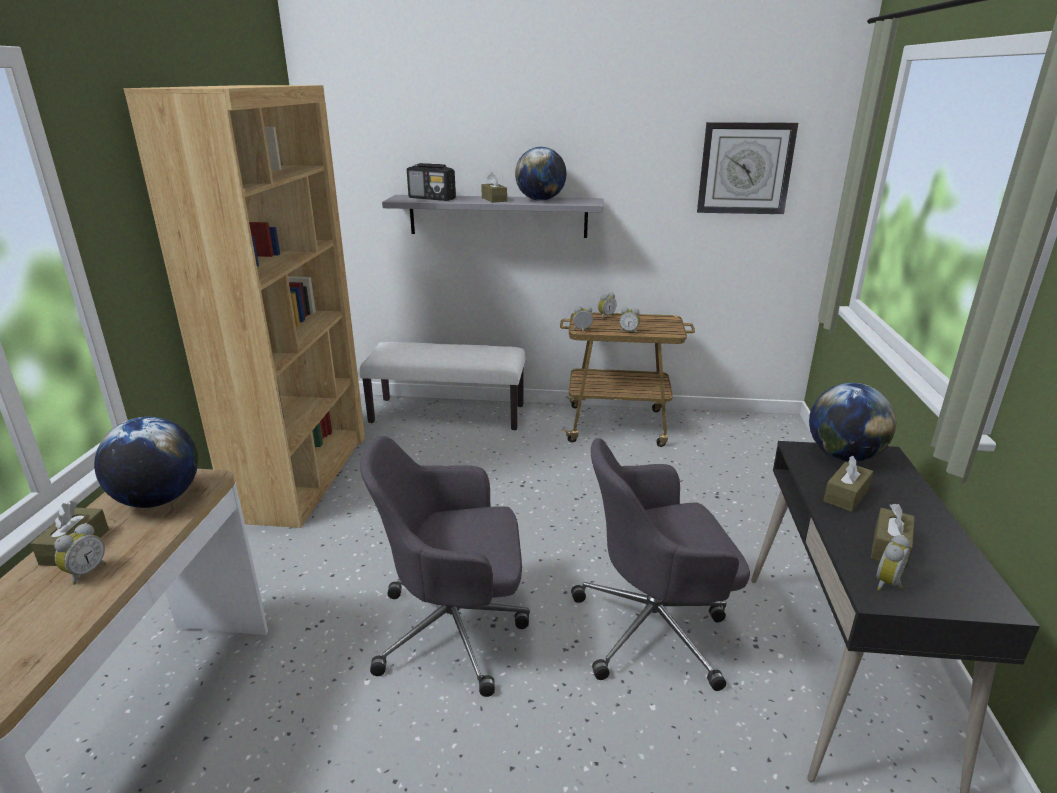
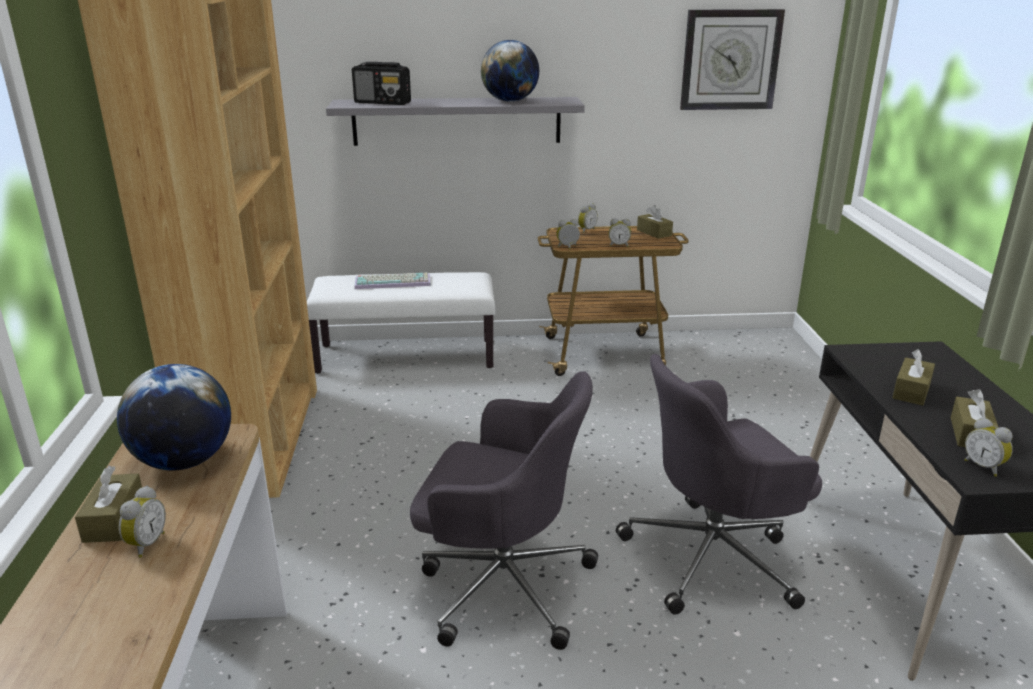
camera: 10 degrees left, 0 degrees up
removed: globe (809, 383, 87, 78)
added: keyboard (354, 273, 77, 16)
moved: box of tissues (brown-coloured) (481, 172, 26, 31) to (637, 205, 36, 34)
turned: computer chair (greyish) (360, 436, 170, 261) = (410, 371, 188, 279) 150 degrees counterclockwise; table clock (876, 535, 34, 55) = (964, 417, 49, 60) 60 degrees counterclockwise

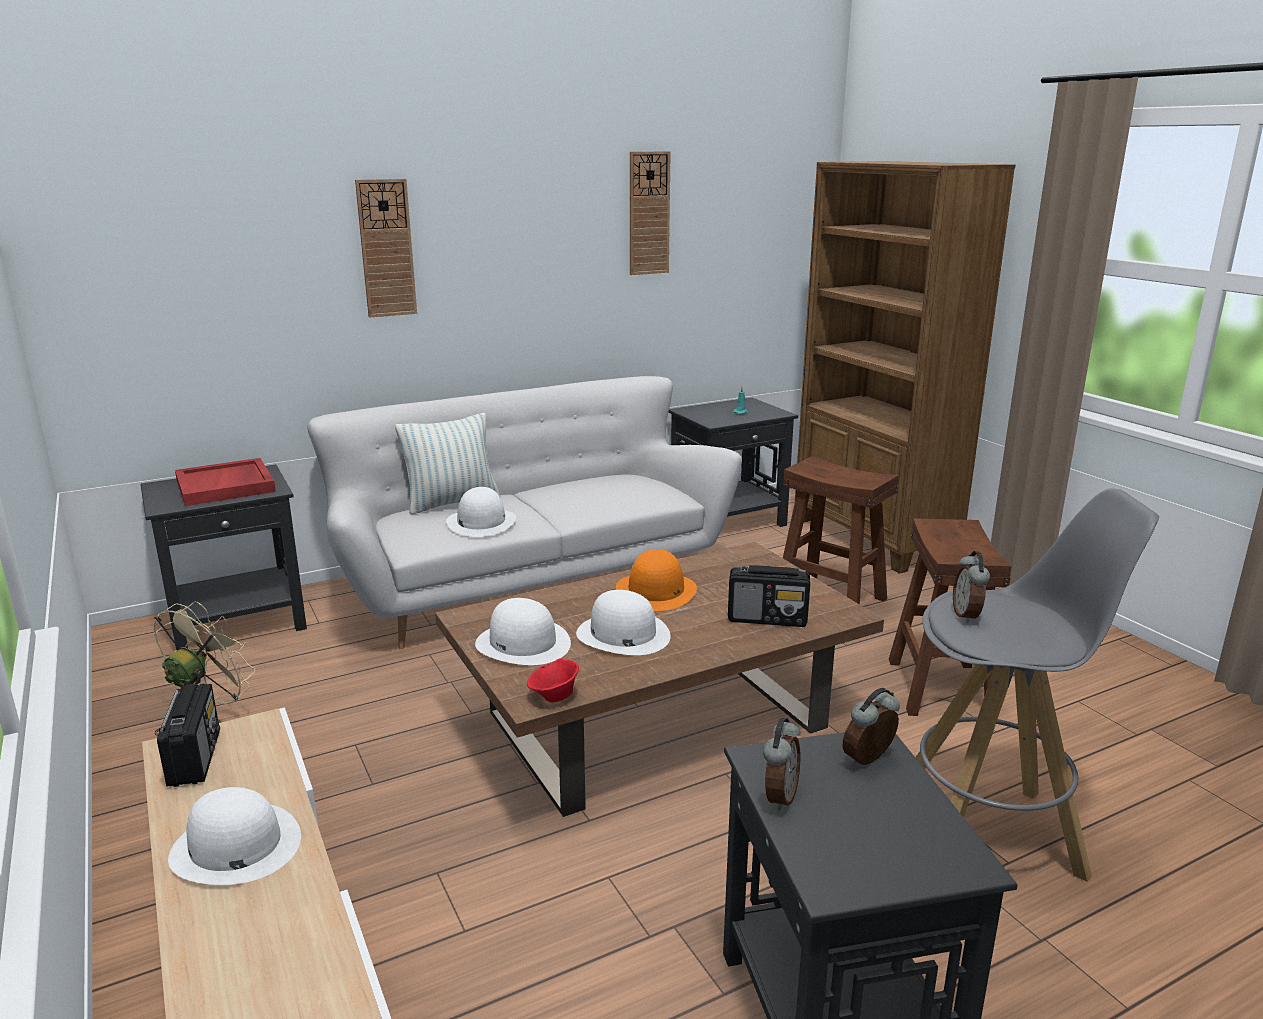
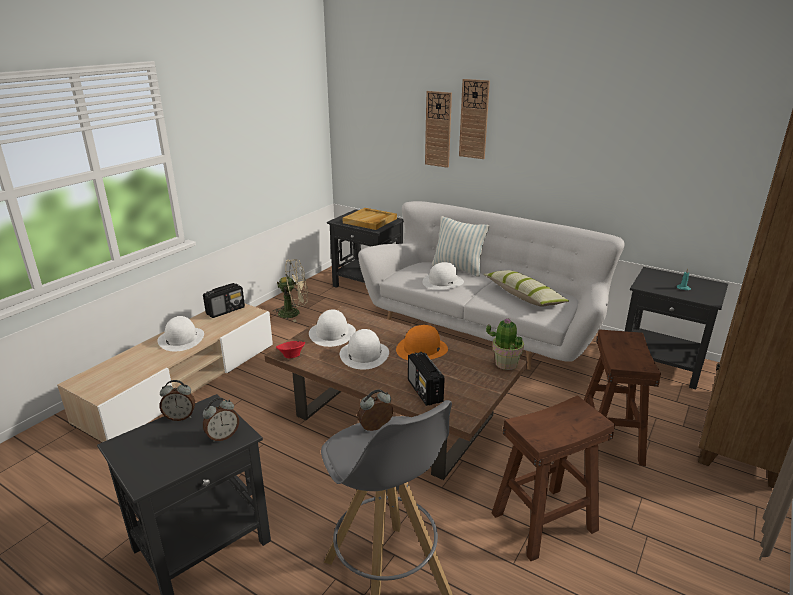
camera: 60 degrees right, 5 degrees up
added: cushion (483, 270, 86, 37); houseplant (486, 318, 38, 52)
moved: wall clock (630, 151, 41, 124) to (425, 91, 27, 77)
recoloured: serving tray (reddish) (175, 458, 101, 48) to serving tray (beige-coloured) (343, 208, 54, 22)
turned: table clock (842, 688, 58, 78) = (203, 397, 36, 45) 120 degrees clockwise

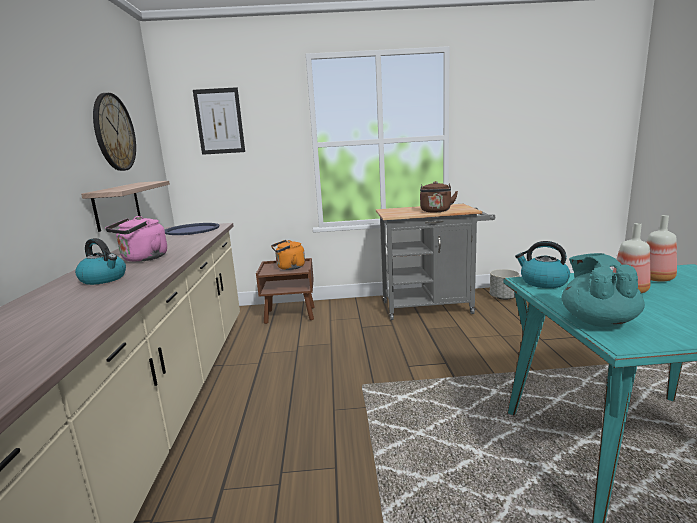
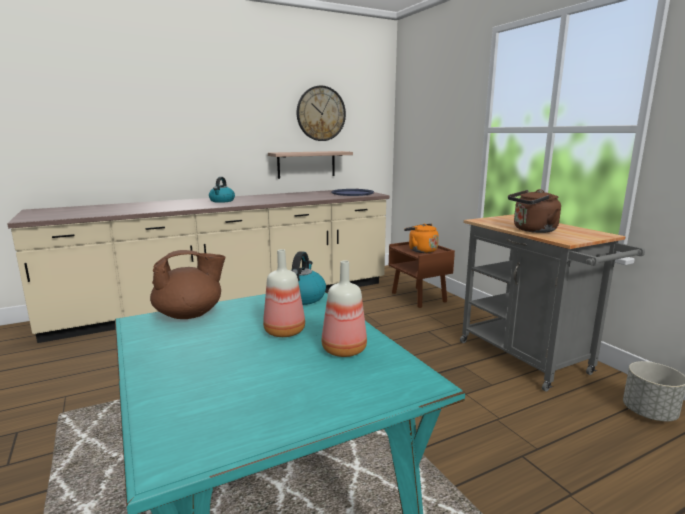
camera: 65 degrees right, 0 degrees up
removed: tea kettle (pinkish) (105, 216, 62, 46); wall art (193, 87, 52, 68)
recoloured: tea pot (turquoise) (562, 253, 83, 74) to tea pot (brown-coloured) (150, 250, 76, 69)

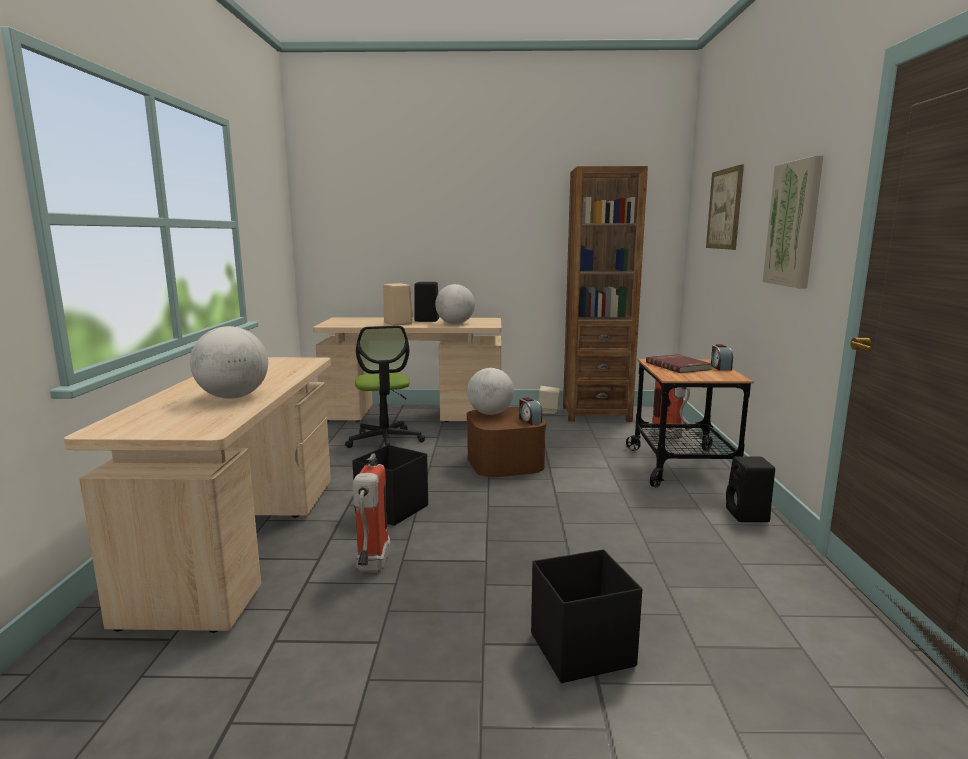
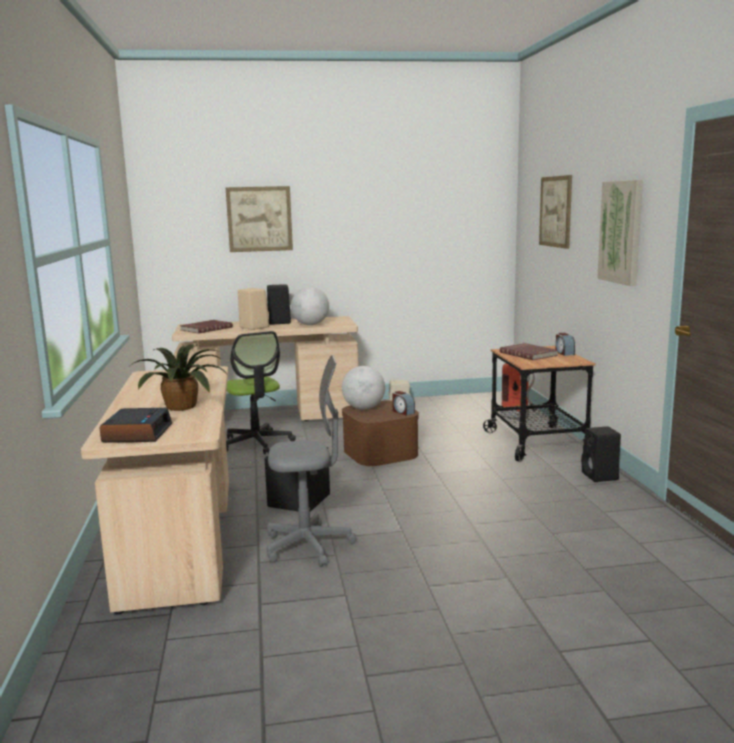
camera: 10 degrees left, 0 degrees up
removed: storage bin (black) (531, 549, 111, 134); bookcase (brown-coloured) (563, 166, 85, 256)
added: table clock (99, 408, 73, 35); volume (reddish) (180, 320, 53, 14); wall art (226, 186, 67, 66)
replaced: globe (190, 326, 78, 73) to houseplant (131, 345, 96, 66); fire-fighting cylinder (353, 453, 37, 120) to computer chair (greyish) (267, 355, 89, 212)

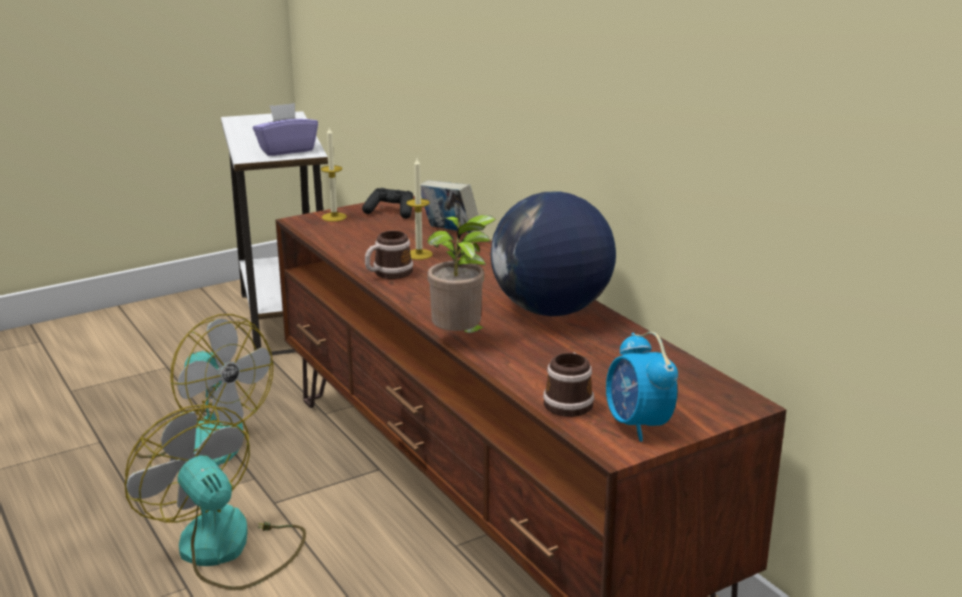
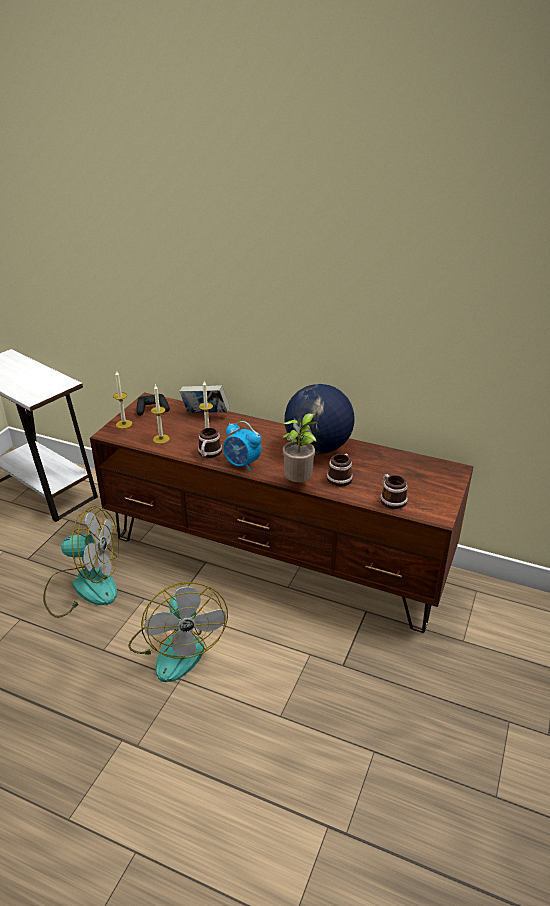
camera: 35 degrees left, 10 degrees up
removed: box of tissues (purplish) (253, 103, 65, 53)
added: wax candle (151, 384, 19, 60); mug (327, 453, 26, 34)
moved: table clock (606, 332, 72, 110) to (223, 421, 38, 51)
turned: cooling fan (125, 405, 181, 185) = (128, 582, 100, 100) 120 degrees counterclockwise

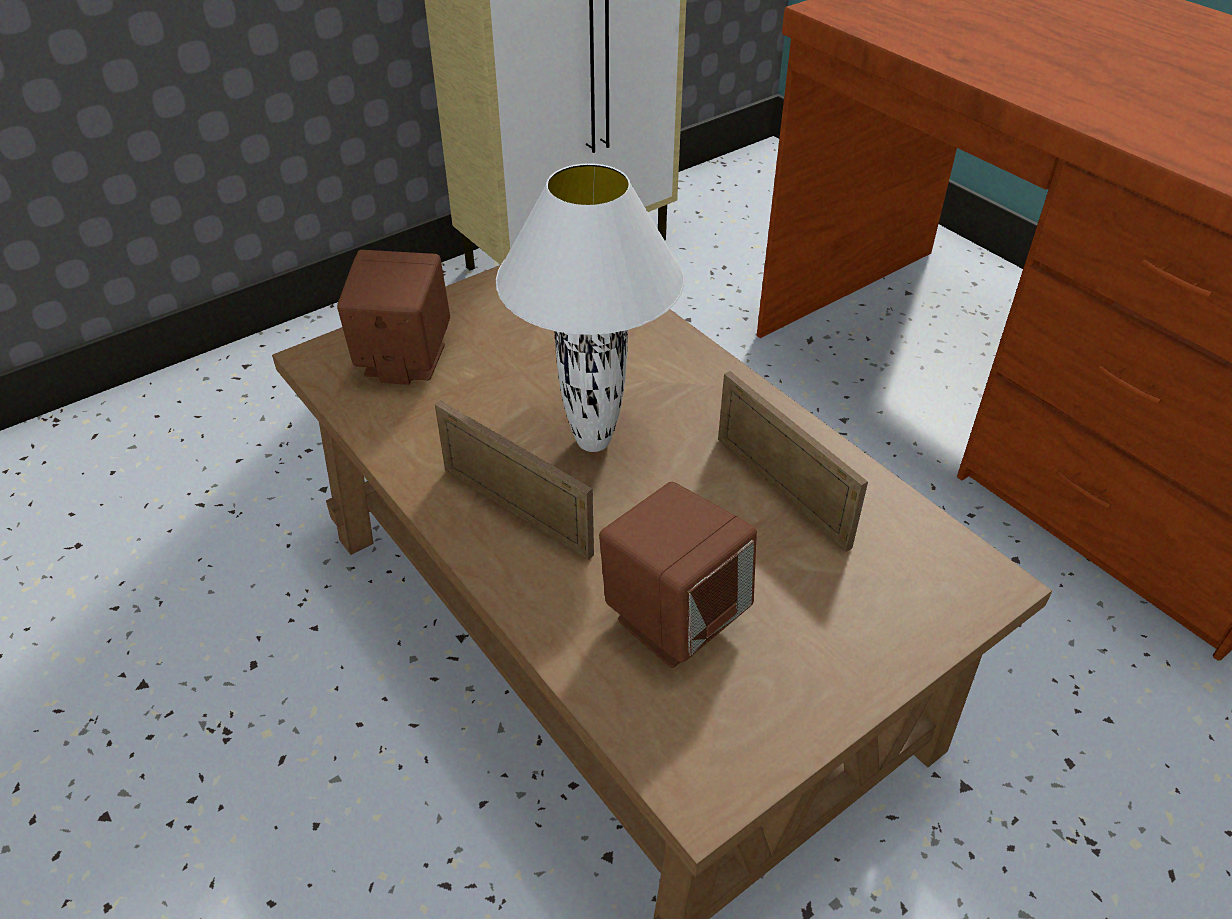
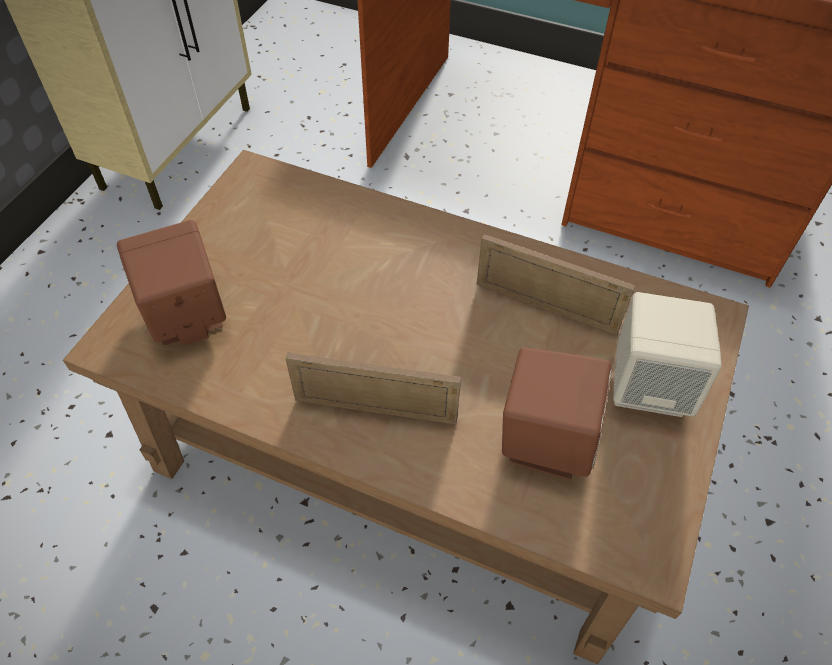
camera: 30 degrees left, 10 degrees up
removed: lamp for a table (white) (496, 163, 188, 289)
added: loudspeaker (beige-coloured) (613, 292, 109, 125)

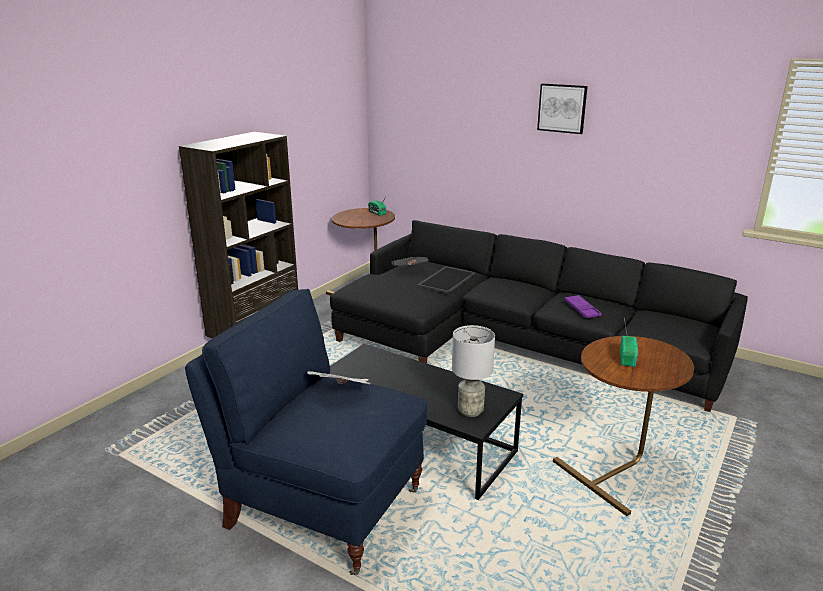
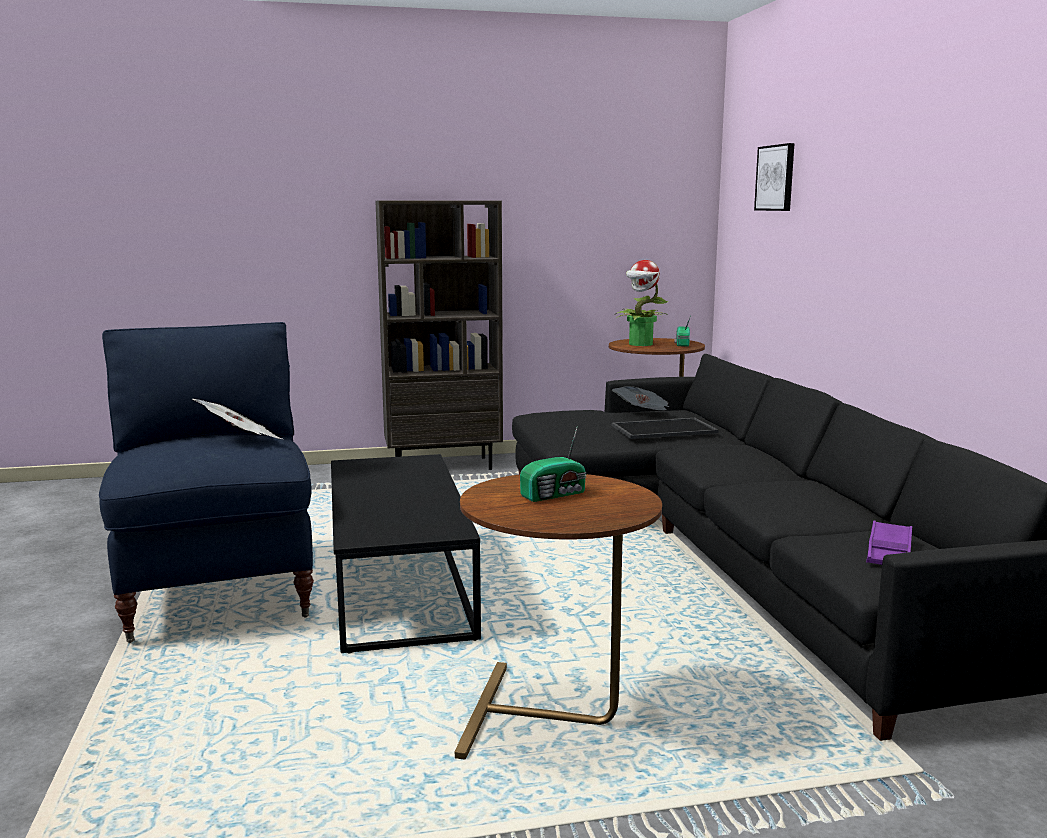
camera: 45 degrees right, 10 degrees down
removed: lamp for a table (greyish) (452, 325, 43, 92)
added: houseplant (616, 260, 52, 86)
moved: wall art (537, 84, 51, 50) to (754, 143, 41, 68); serving tray (purplish) (564, 295, 38, 23) to (866, 521, 46, 44)

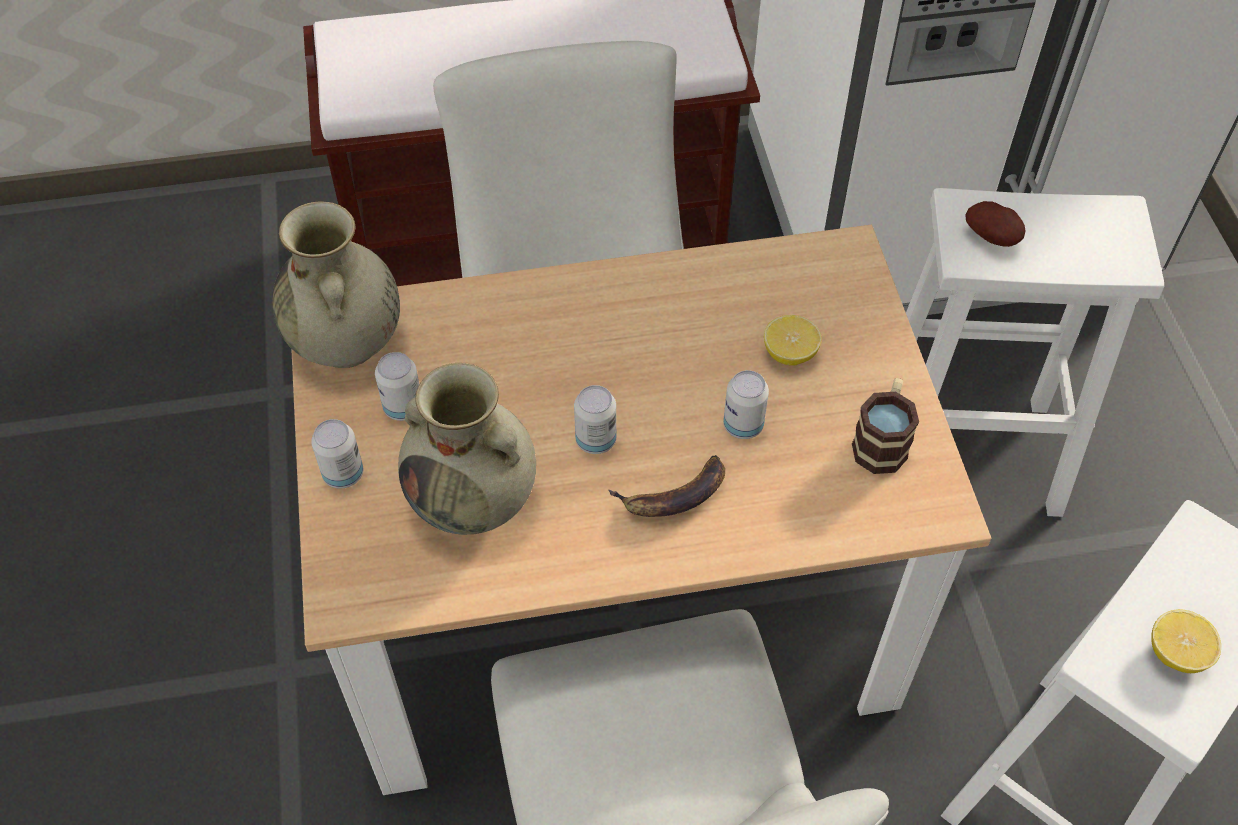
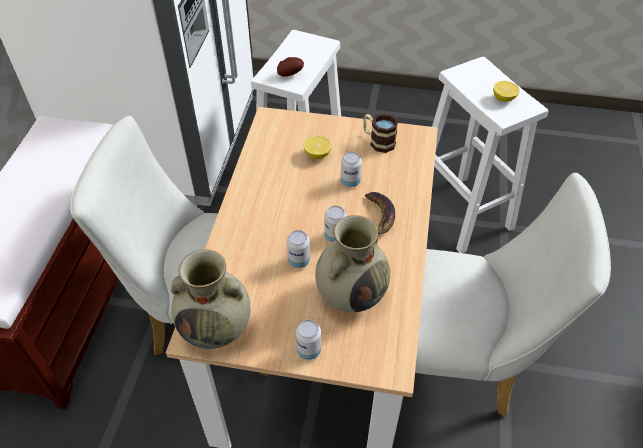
camera: 70 degrees left, 5 degrees down
moved: sealed can (375, 352, 44, 69) to (287, 230, 23, 38)

